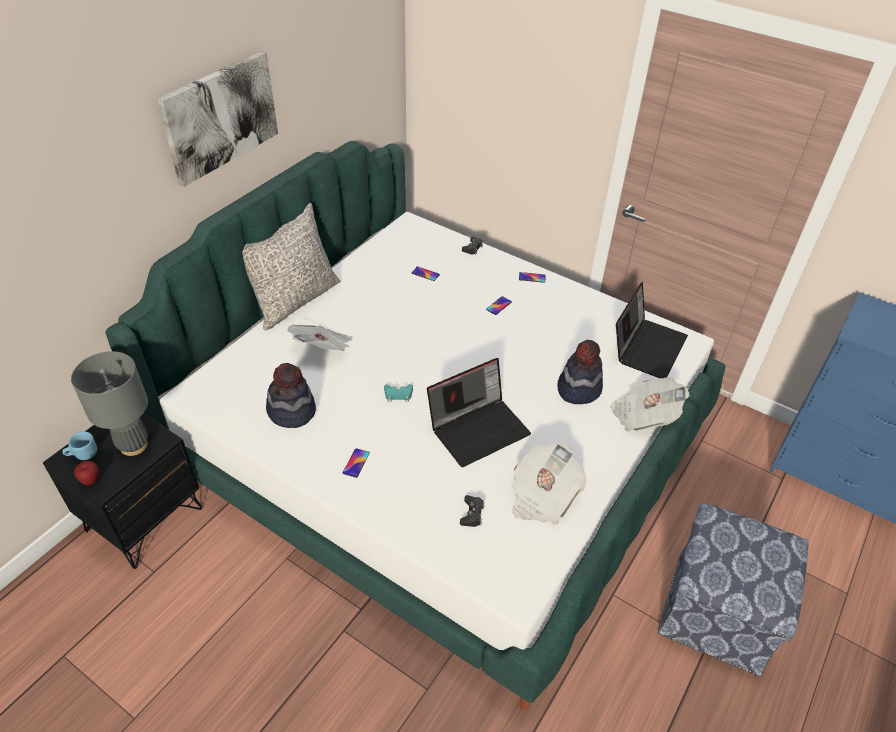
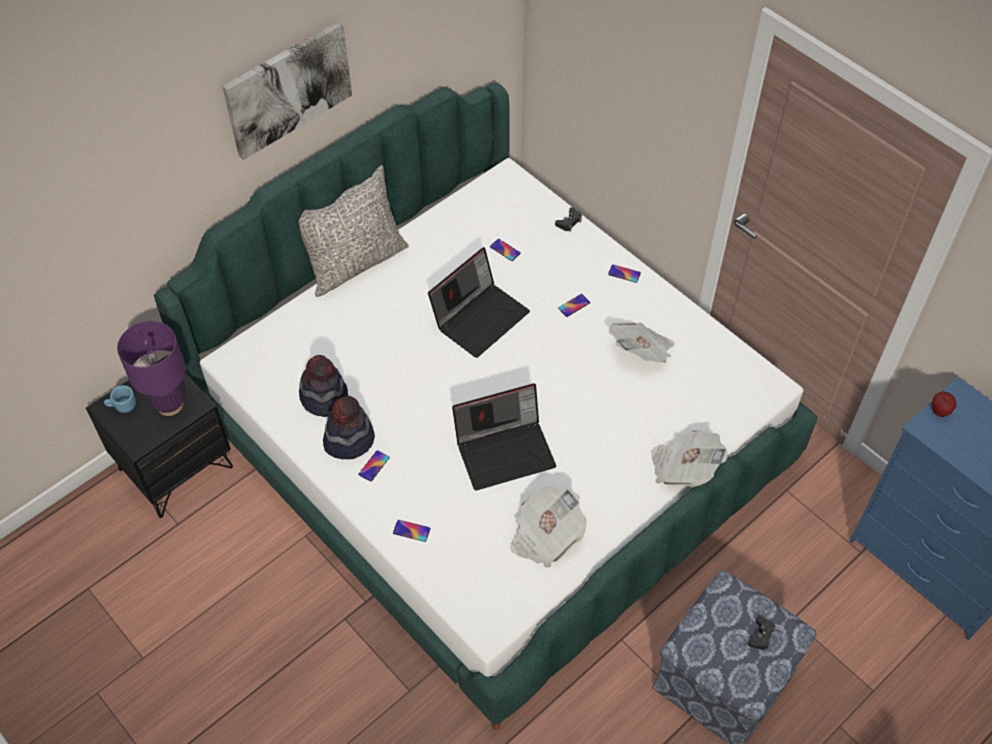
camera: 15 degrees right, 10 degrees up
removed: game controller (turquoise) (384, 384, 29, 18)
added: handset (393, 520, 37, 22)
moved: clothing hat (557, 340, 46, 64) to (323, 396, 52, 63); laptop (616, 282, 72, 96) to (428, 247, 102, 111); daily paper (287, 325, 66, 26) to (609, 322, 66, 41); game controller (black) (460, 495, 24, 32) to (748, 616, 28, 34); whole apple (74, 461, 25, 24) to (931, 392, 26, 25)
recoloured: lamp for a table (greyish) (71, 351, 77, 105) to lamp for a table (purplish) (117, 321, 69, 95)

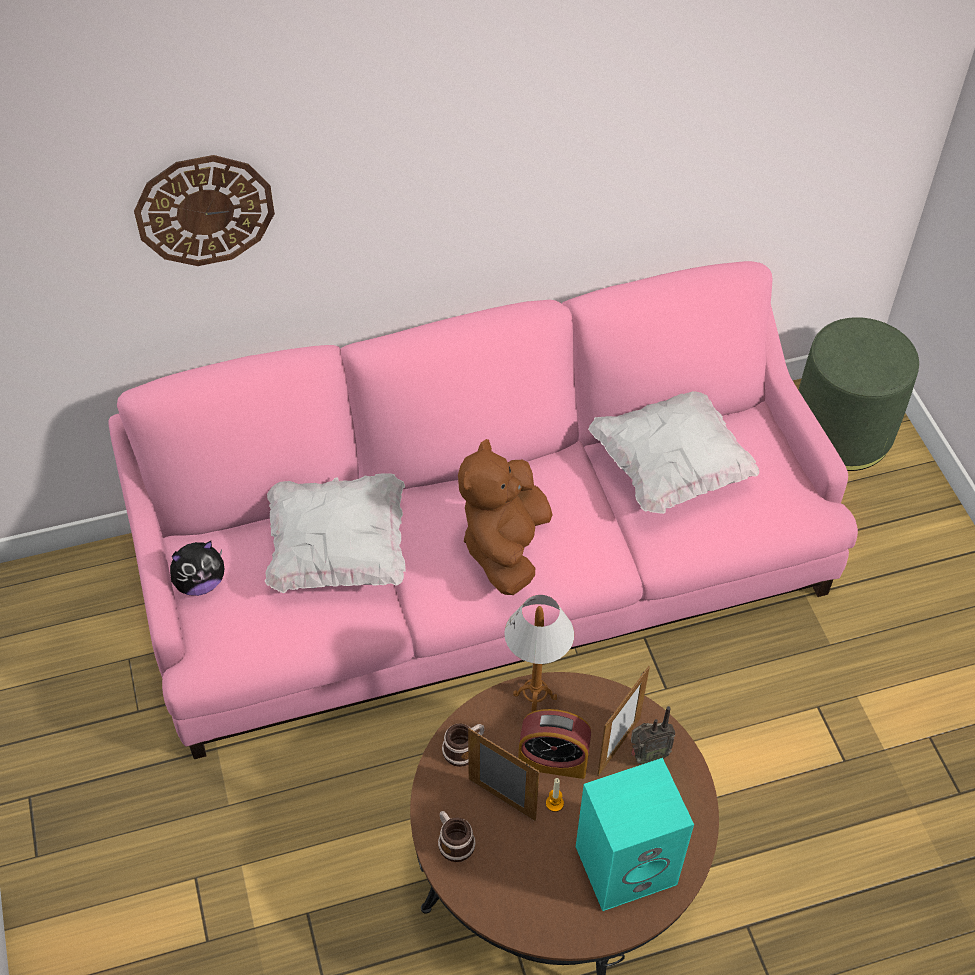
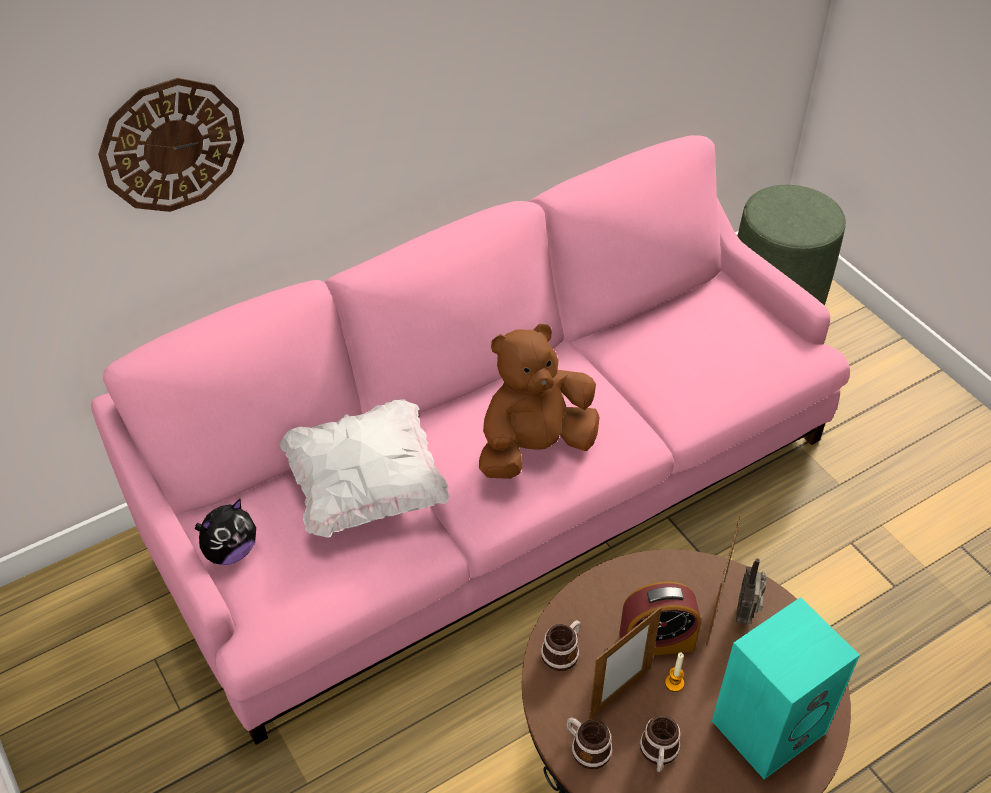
camera: 15 degrees left, 5 degrees down
removed: lamp for a table (504, 595, 70, 117); cushion (white) (588, 391, 171, 123)
added: mug (640, 715, 41, 57)
turned: plush toy (brown-coloured) (458, 439, 95, 156) = (479, 324, 121, 155) 60 degrees clockwise; picture frame (468, 728, 72, 93) = (589, 607, 73, 112) 120 degrees clockwise; radio (631, 706, 44, 58) = (736, 558, 31, 67) 135 degrees clockwise

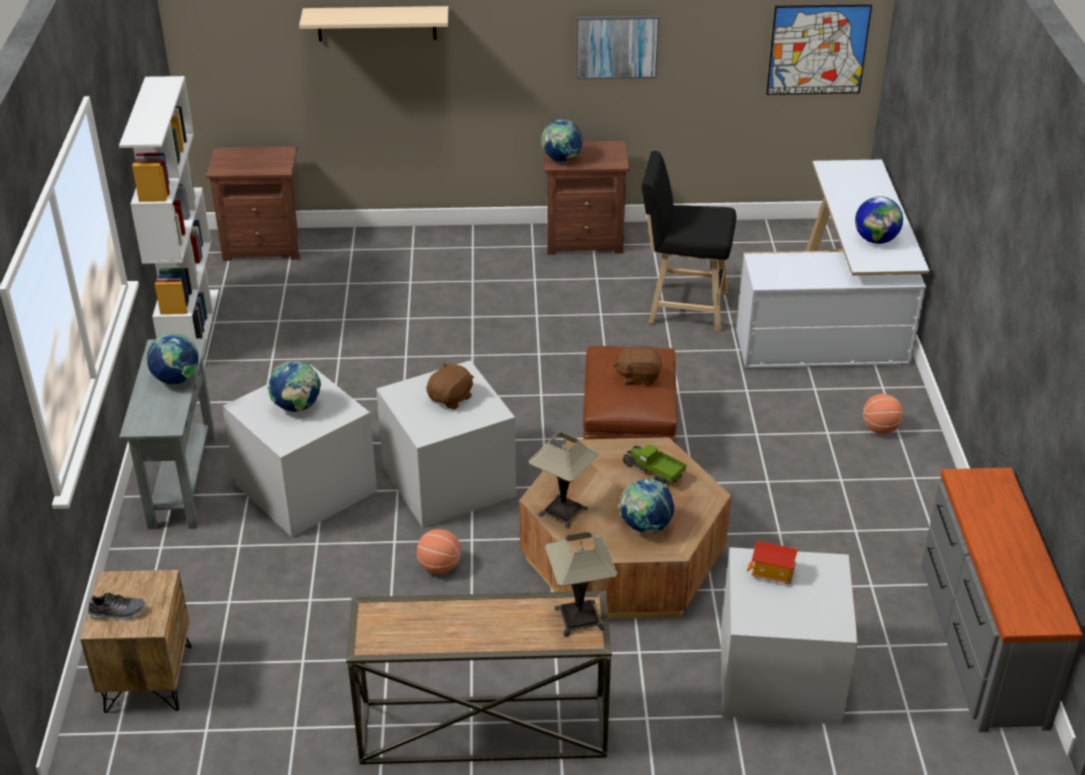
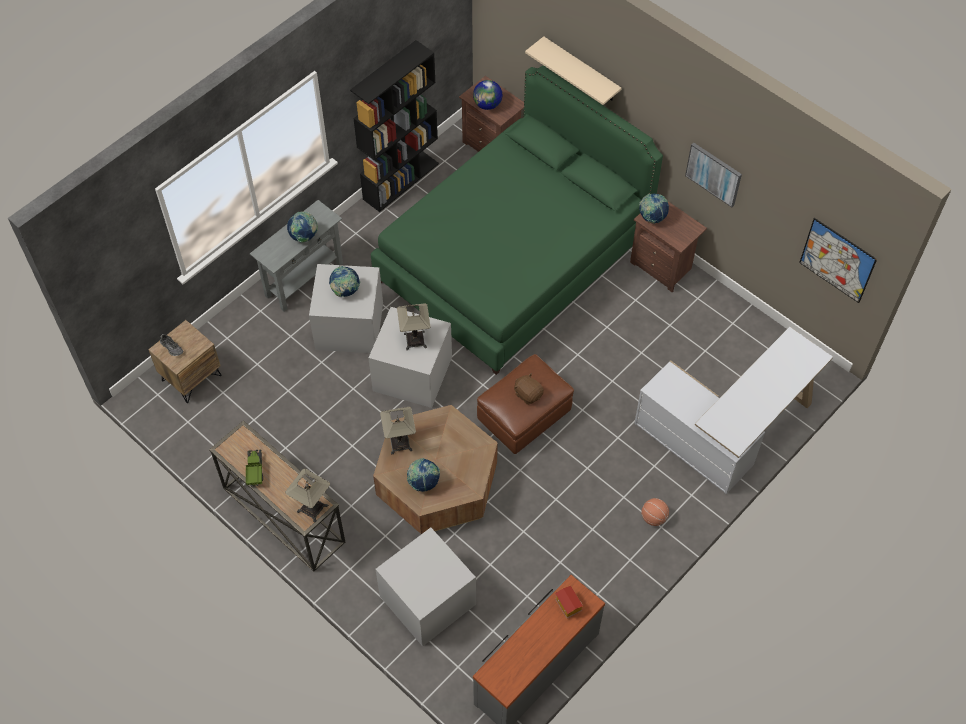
camera: 45 degrees right, 20 degrees up
removed: ball for basketball (417, 529, 44, 45); stool (black) (642, 151, 94, 181)
added: bed (green-coloured) (371, 65, 292, 310)
moved: toy lorry (622, 445, 64, 39) to (246, 450, 17, 37); globe (855, 196, 48, 48) to (473, 80, 29, 30); miniature house (747, 541, 51, 43) to (555, 585, 28, 34)
replaced: plush toy (brown-coloured) (426, 362, 48, 47) to lamp for a table (397, 303, 33, 47)
recoloured: bookcase (white) (119, 76, 100, 283) to bookcase (black) (350, 40, 89, 172)

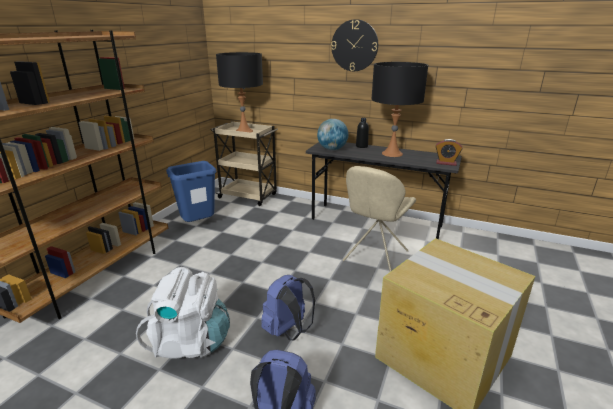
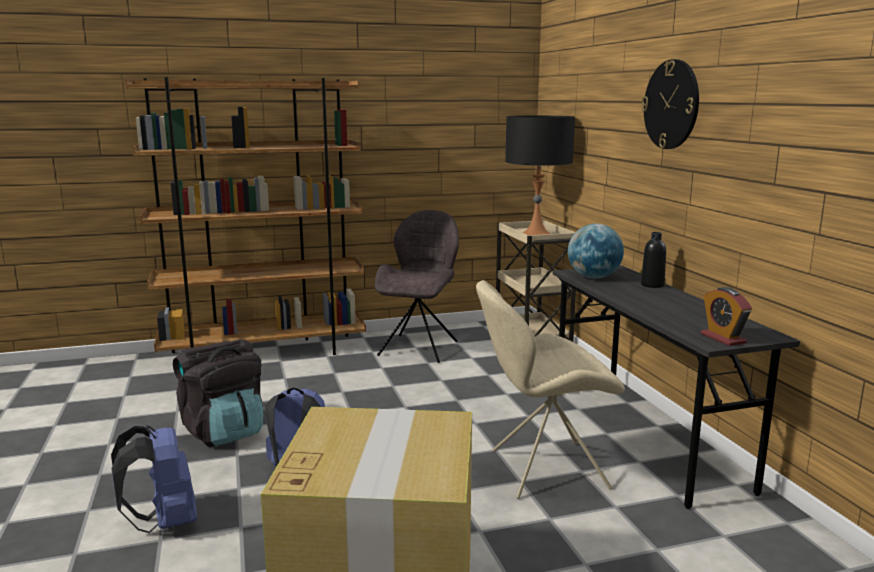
camera: 50 degrees right, 10 degrees down
removed: lamp for a table (black) (371, 62, 57, 95)
replaced: rubbish bin (blue) (166, 161, 51, 61) to upright chair (greyish) (375, 210, 84, 153)
recoloured: knapsack (white) (136, 267, 94, 92) to knapsack (black) (173, 339, 91, 108)

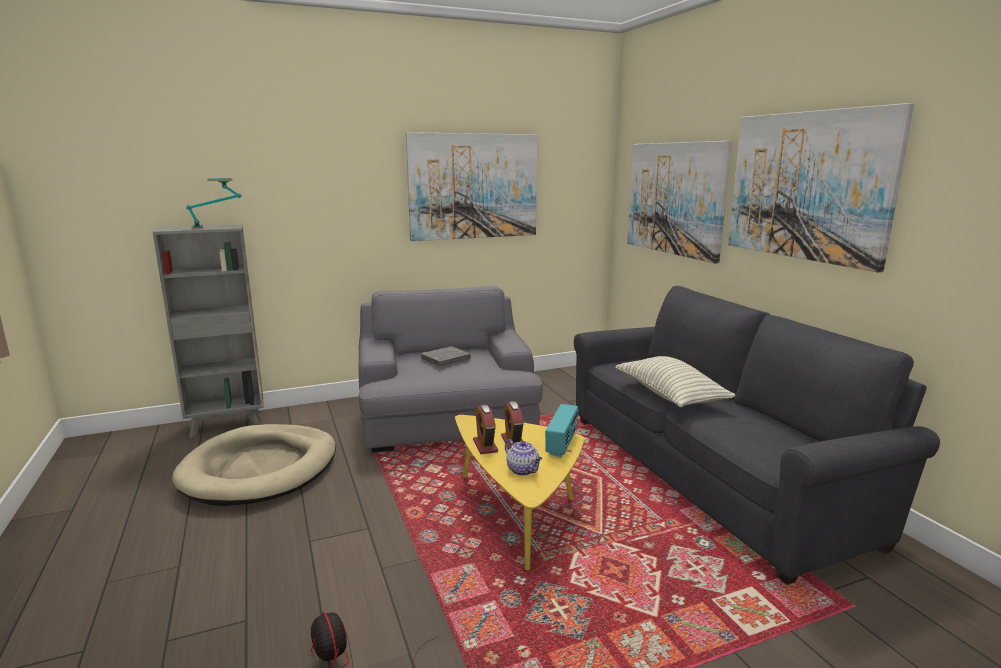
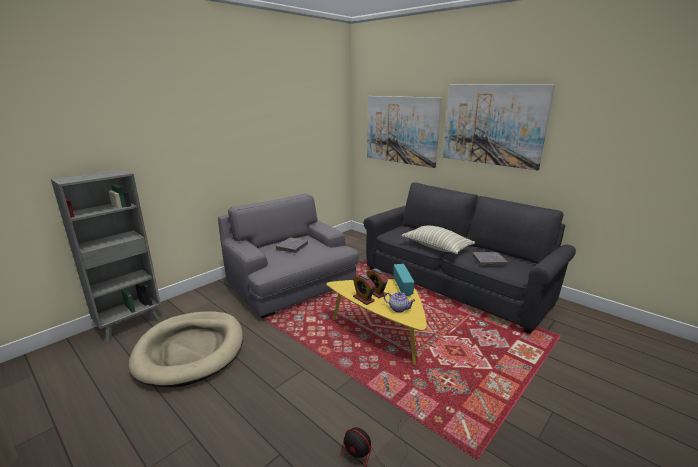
camera: 25 degrees left, 5 degrees up
removed: lamp for a table (186, 178, 55, 52); wall art (406, 132, 132, 109)
added: volume (greyish) (472, 252, 36, 14)

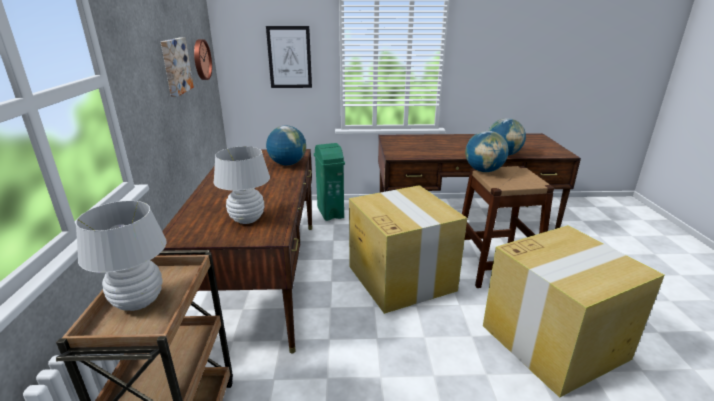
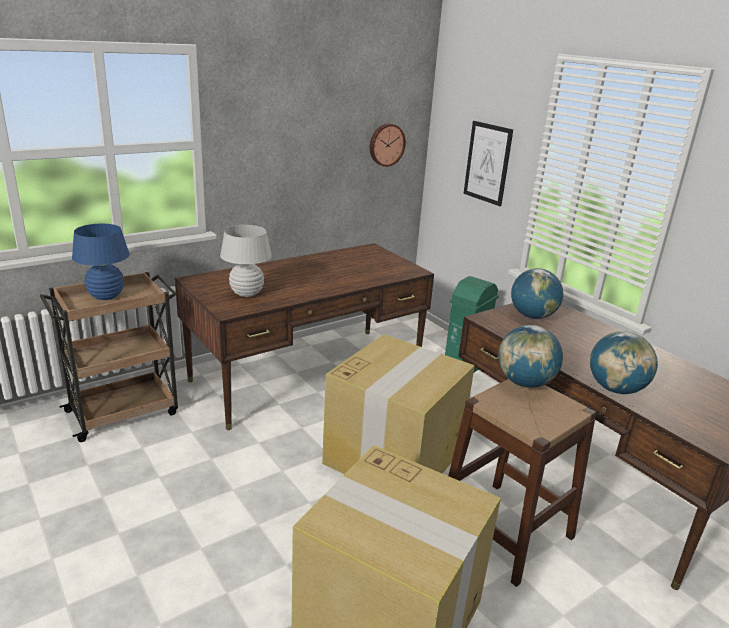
camera: 55 degrees right, 0 degrees up
removed: wall art (161, 37, 33, 60)
moved: globe (266, 126, 40, 39) to (511, 268, 53, 51)
recoloured: lamp for a table (white) (76, 201, 91, 110) to lamp for a table (blue) (72, 223, 58, 77)

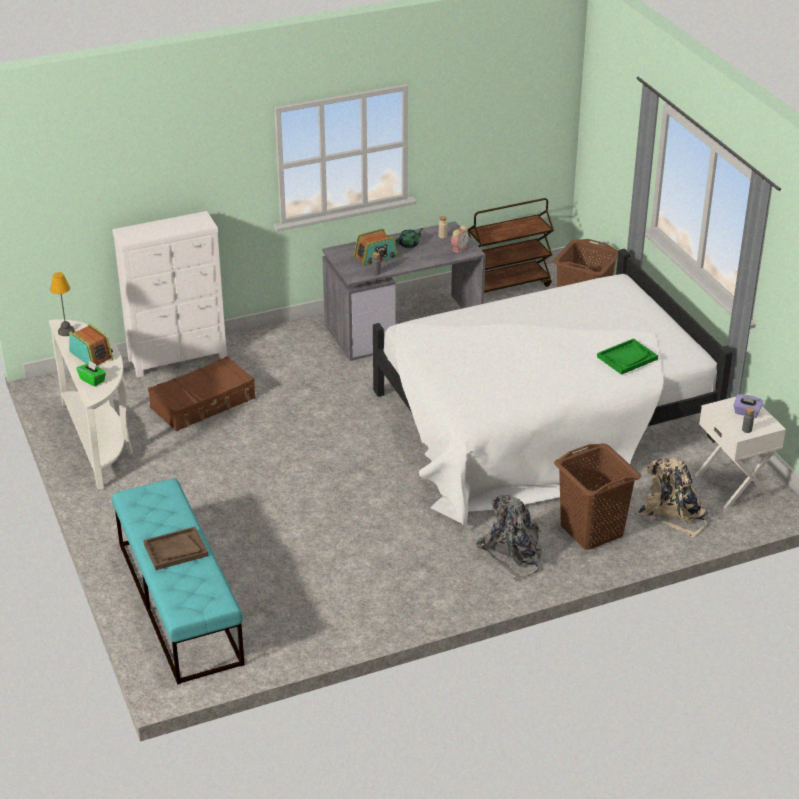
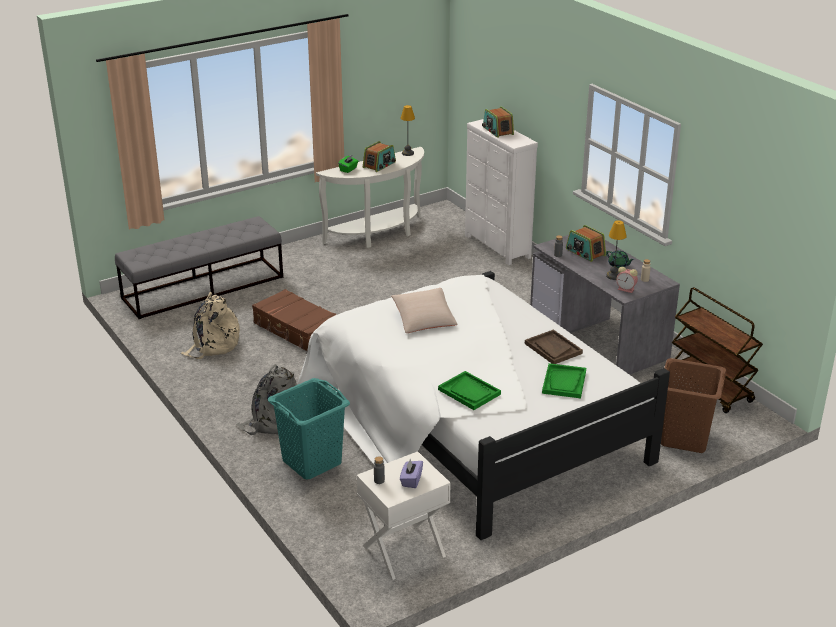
camera: 80 degrees right, 5 degrees down
added: cushion (beige-coloured) (391, 288, 67, 45); radio (482, 106, 32, 32); serving tray (green-coloured) (542, 363, 44, 35); lamp for a table (606, 220, 21, 60)
moved: knapsack (beige-coloured) (637, 457, 71, 80) to (181, 292, 59, 67); piece of luggage (brown-coloured) (148, 356, 108, 75) to (252, 289, 84, 62); serving tray (brown-coloured) (143, 527, 65, 43) to (525, 329, 58, 35)
recoloured: bench (turquoise) (112, 478, 133, 206) to bench (greyish) (115, 216, 168, 103); washing basket (brown-coloured) (554, 443, 87, 107) to washing basket (turquoise) (268, 378, 82, 102)

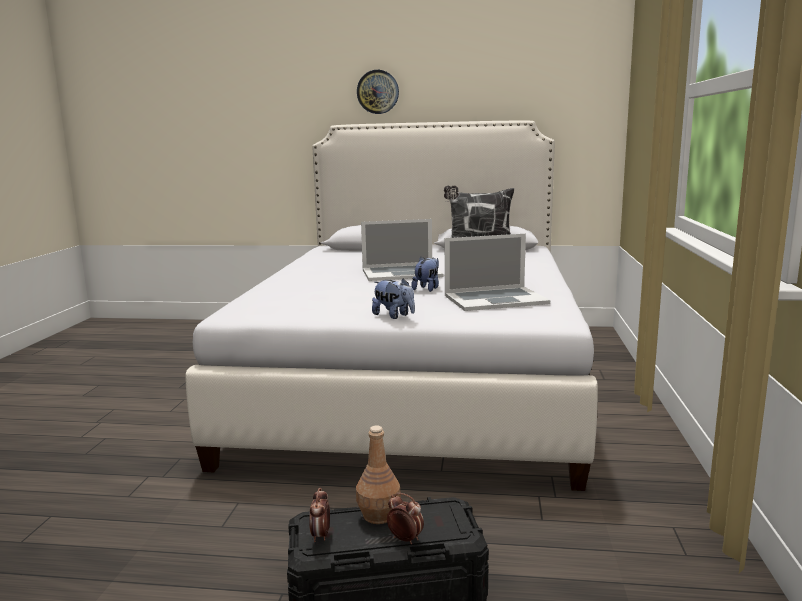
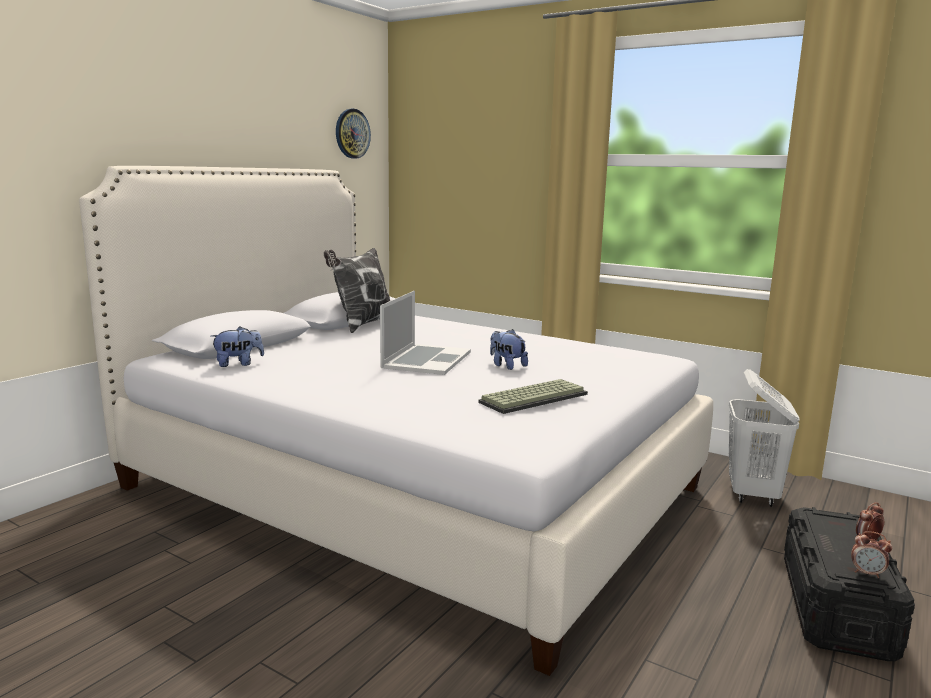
camera: 65 degrees left, 0 degrees up
removed: bottle (brown-coloured) (356, 425, 45, 99); laptop (445, 233, 105, 78)
added: keyboard (478, 379, 110, 35); washing basket (white) (729, 369, 71, 138)
moved: plush toy (372, 278, 43, 41) to (210, 326, 54, 41); wall clock (357, 70, 42, 44) to (336, 109, 35, 50)

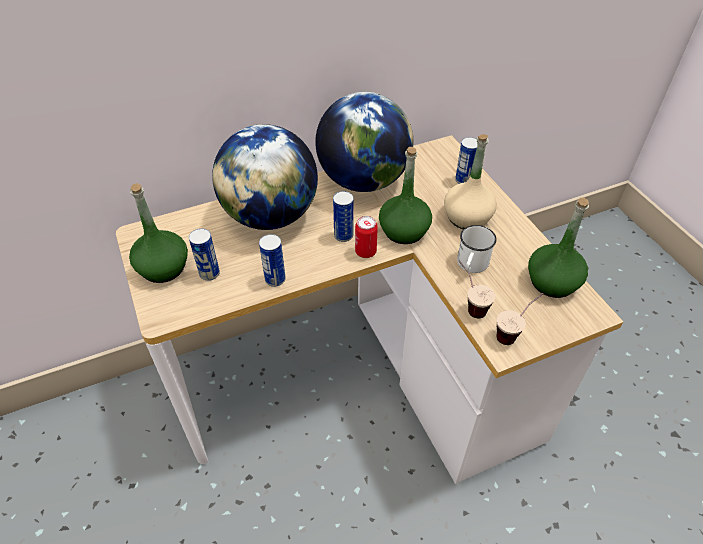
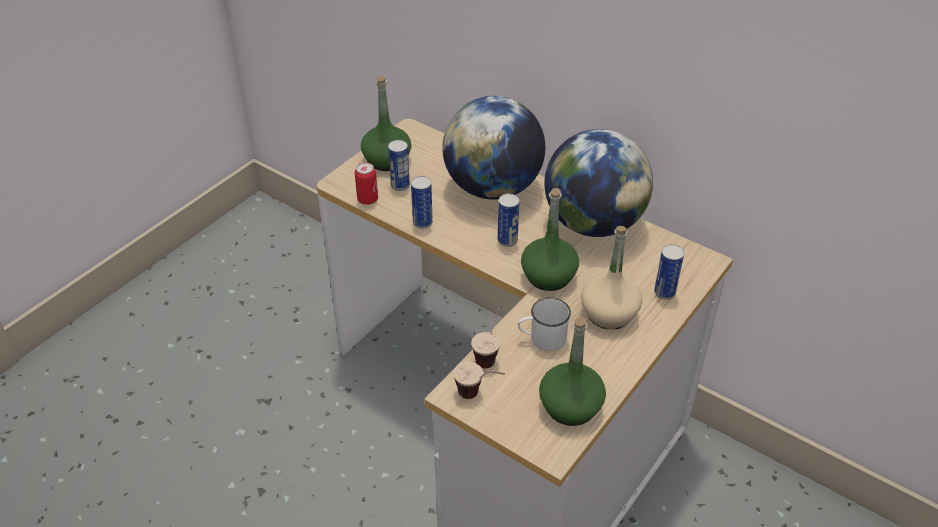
camera: 60 degrees right, 5 degrees down
moved: sealed can (355, 216, 23, 42) to (355, 162, 23, 43)

